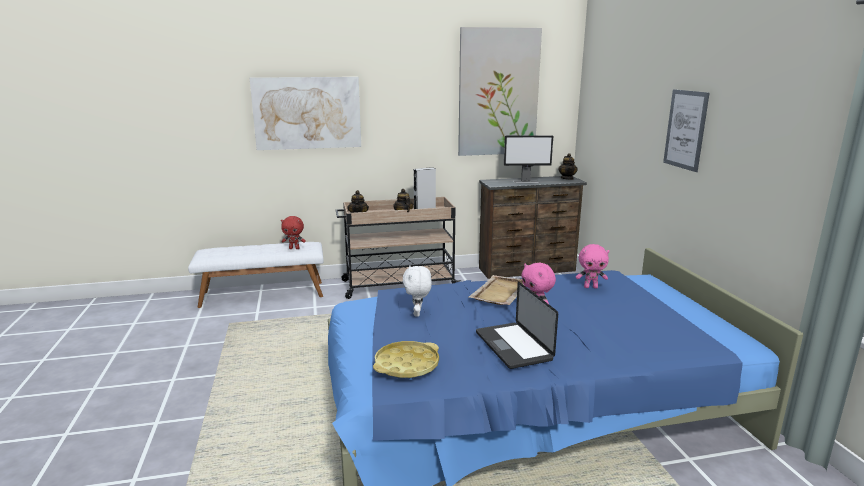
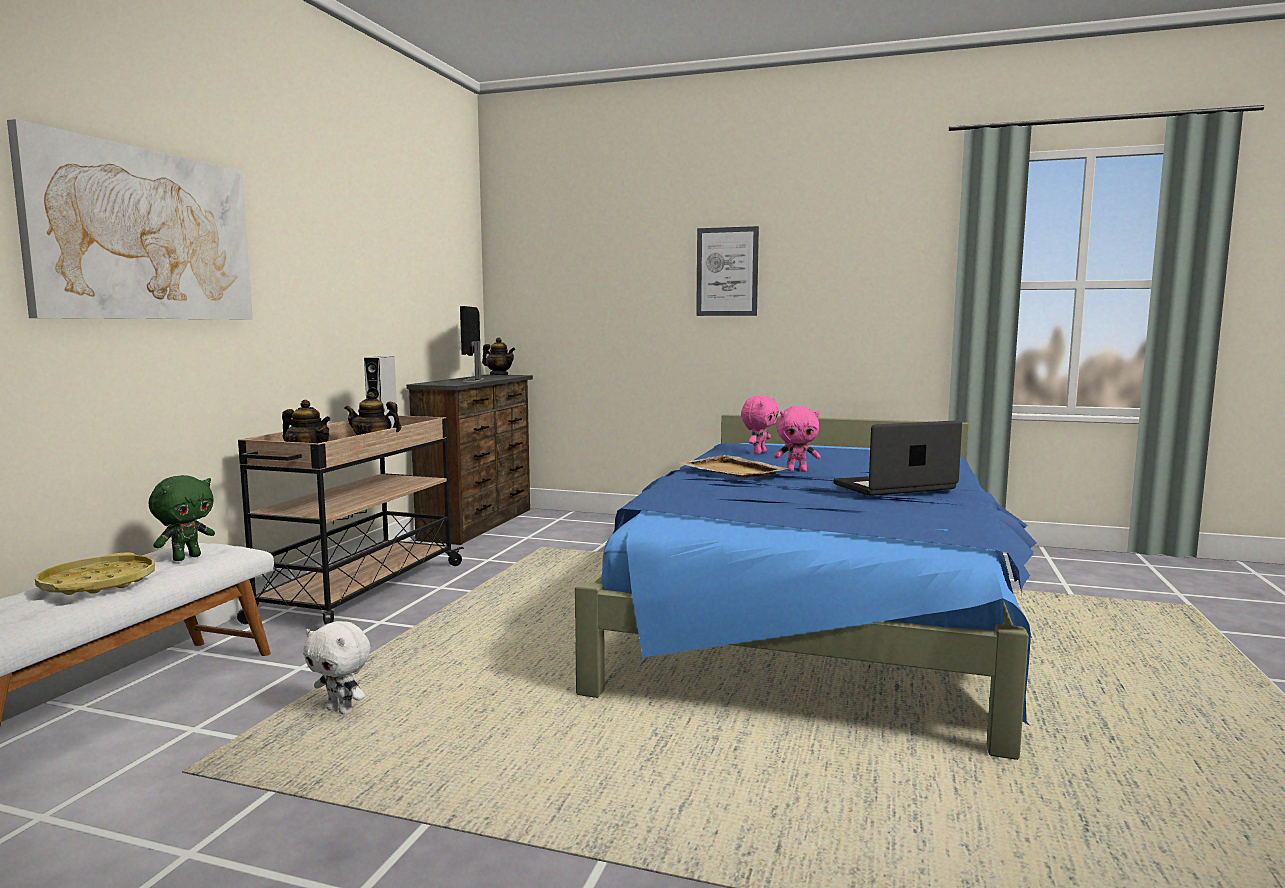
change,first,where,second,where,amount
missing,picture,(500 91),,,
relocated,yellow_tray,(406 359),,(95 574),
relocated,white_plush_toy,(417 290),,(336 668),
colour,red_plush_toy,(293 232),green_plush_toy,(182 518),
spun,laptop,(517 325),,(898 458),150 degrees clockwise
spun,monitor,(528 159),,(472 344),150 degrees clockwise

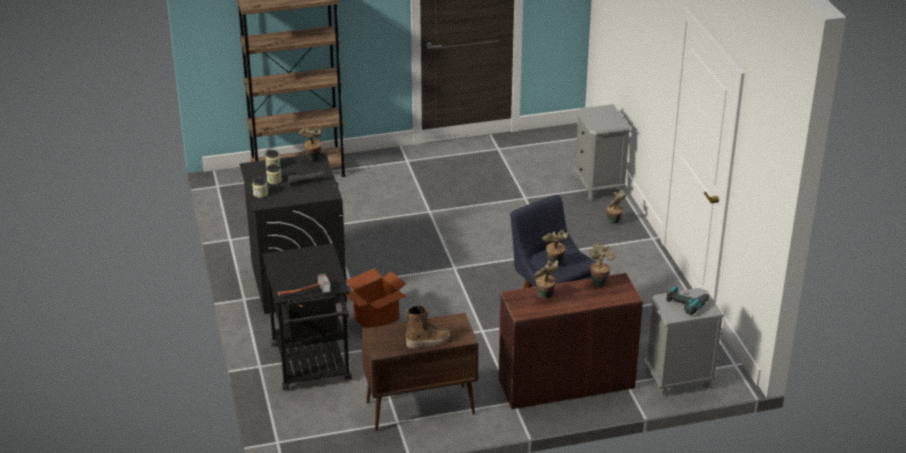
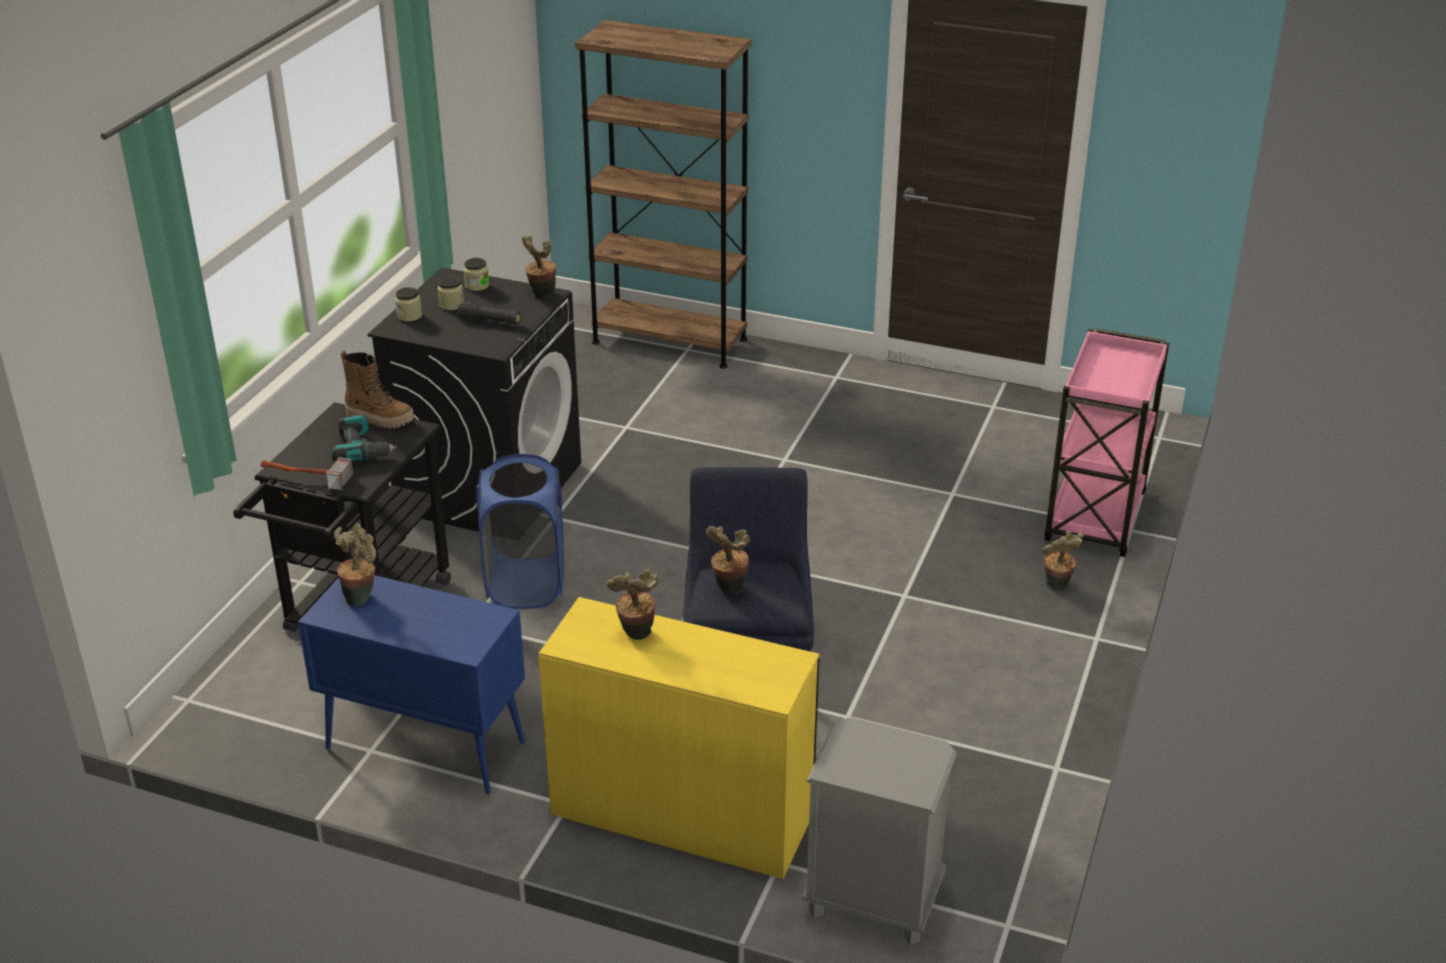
change,first,where,second,where,amount
relocated,boot,(428 327),,(377 389),
relocated,potted_plant,(602 265),,(355 564),
relocated,power_drill,(688 300),,(364 438),
exchanged,cardboard_box,(376 298),blue_laundry_basket,(520 531),
exchanged,grey_nightstand,(601 152),pink_cart,(1106 442),
colour,brown_cabinet,(419 372),blue_cabinet,(411 684),
colour,brown_desk,(570 341),yellow_desk,(679 738),

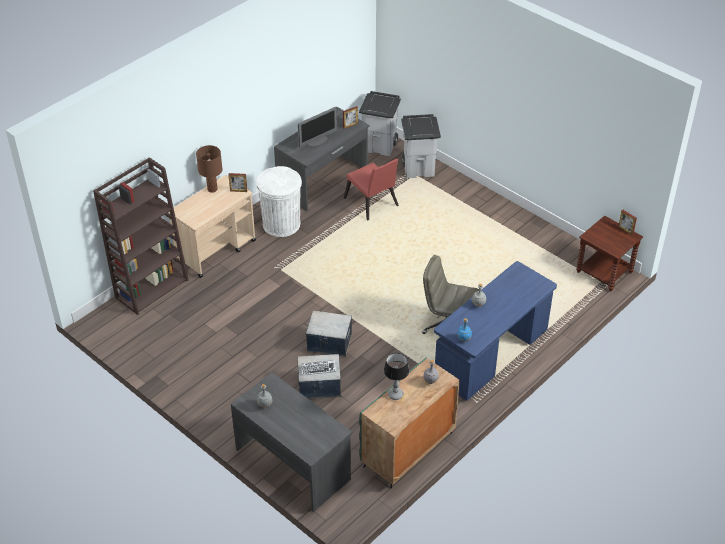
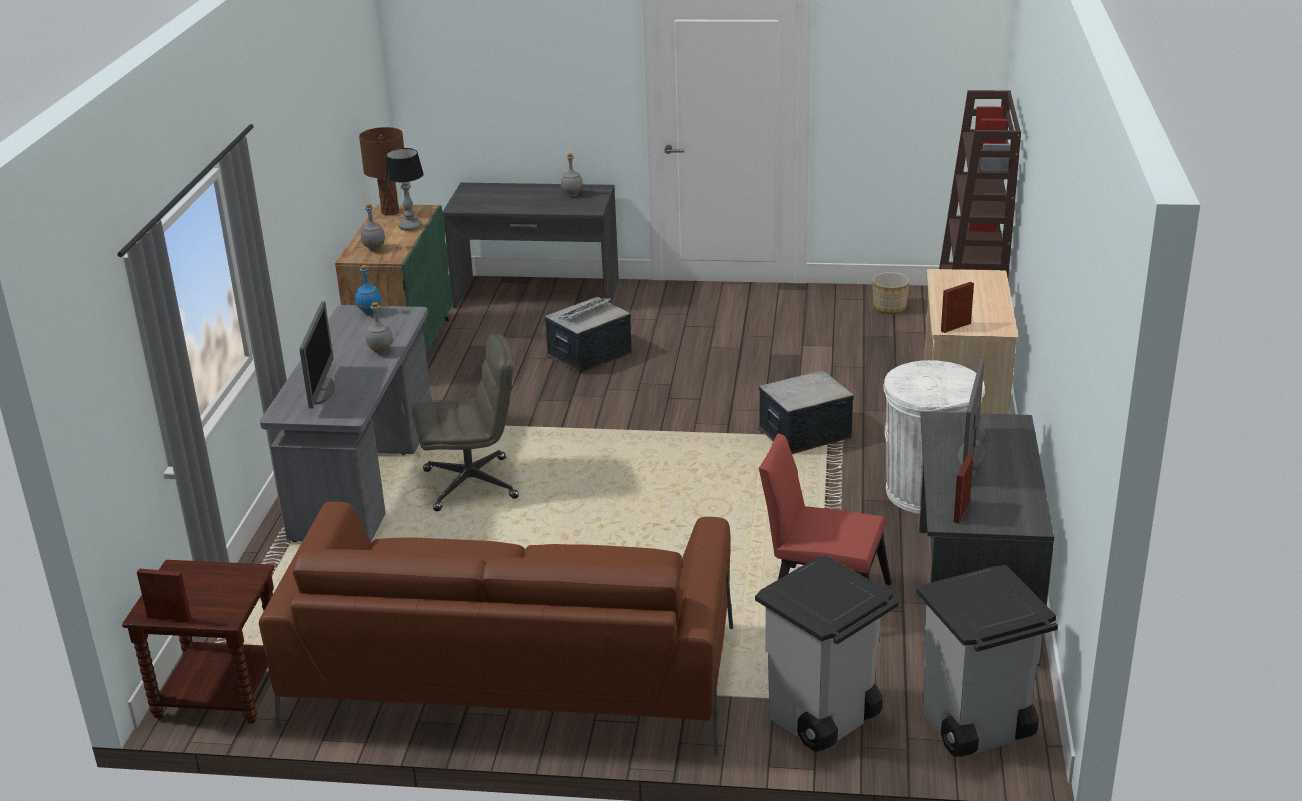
change,first,where,second,where,amount
appeared,,,brown_sofa,(496 629),
appeared,,,monitor,(317 354),
appeared,,,planter,(891 293),
relocated,brown_table_lamp,(209 169),,(381 171),
relocated,storage_box,(329 333),,(806 412),
colour,blue_desk,(495 331),grey_desk,(346 423),

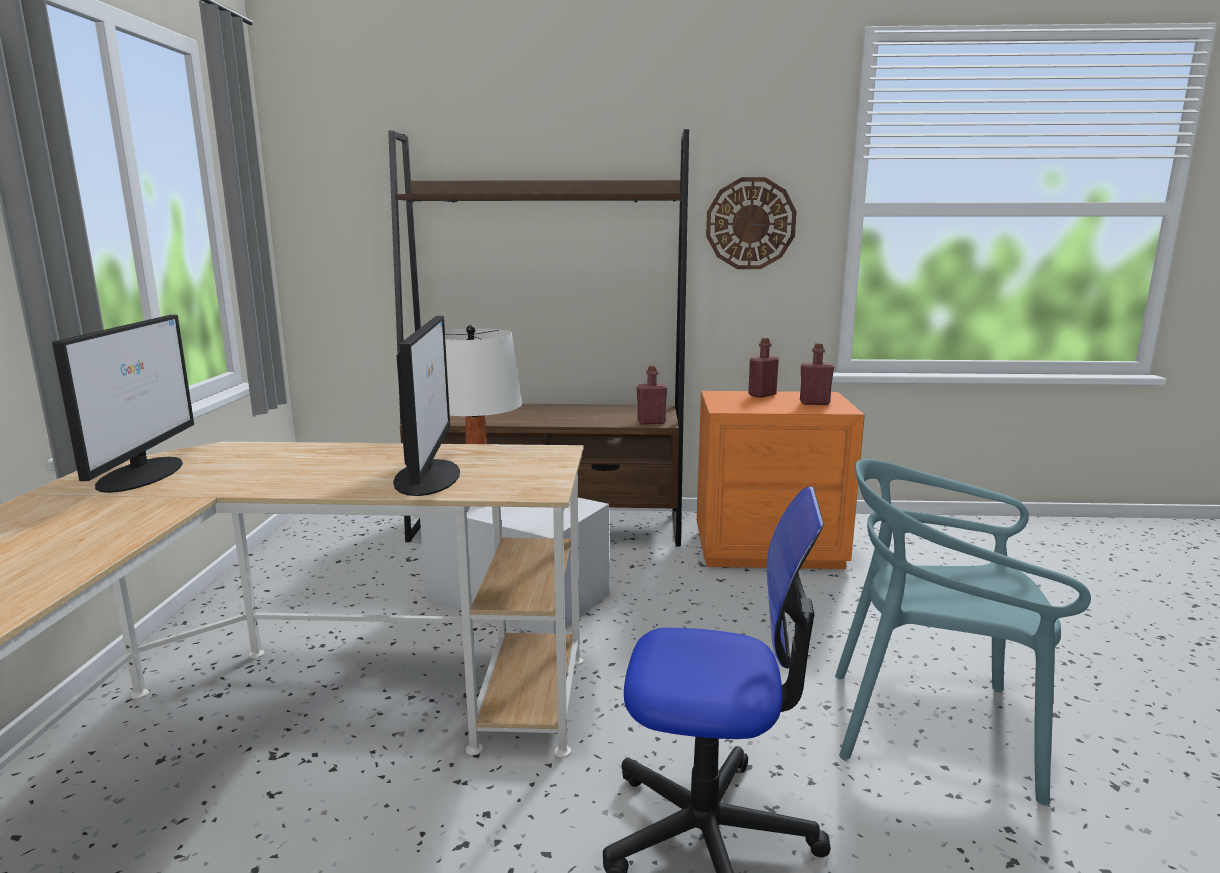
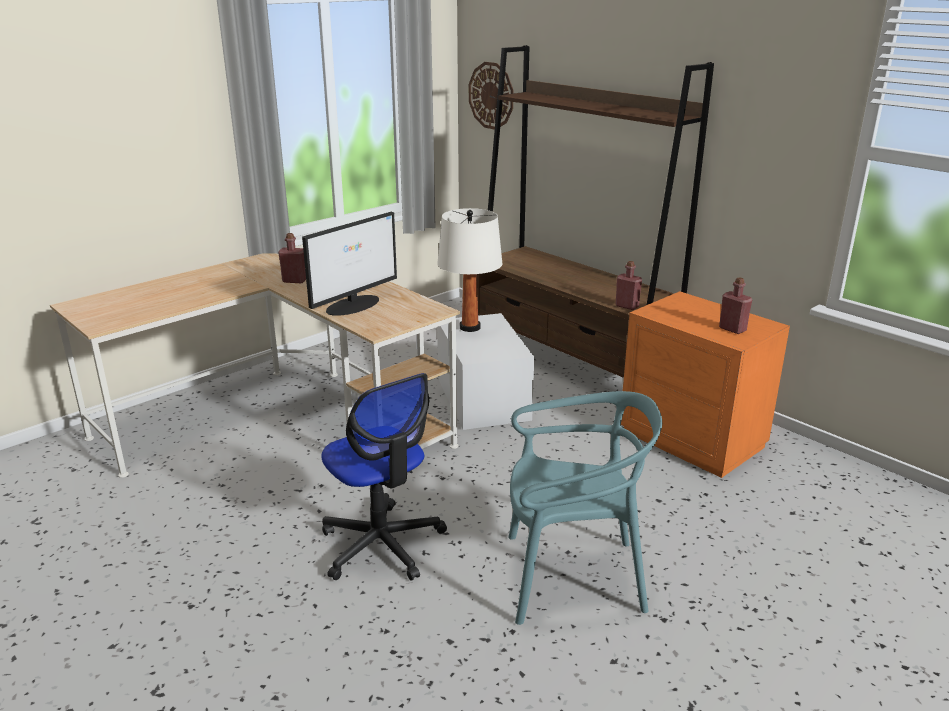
change,first,where,second,where,amount
missing,monitor,(123 404),,,
relocated,wall_clock,(751 223),,(491 96),
relocated,red_bottle,(763 368),,(292 258),
spun,turquoise_chair,(963 632),,(585 508),120 degrees clockwise

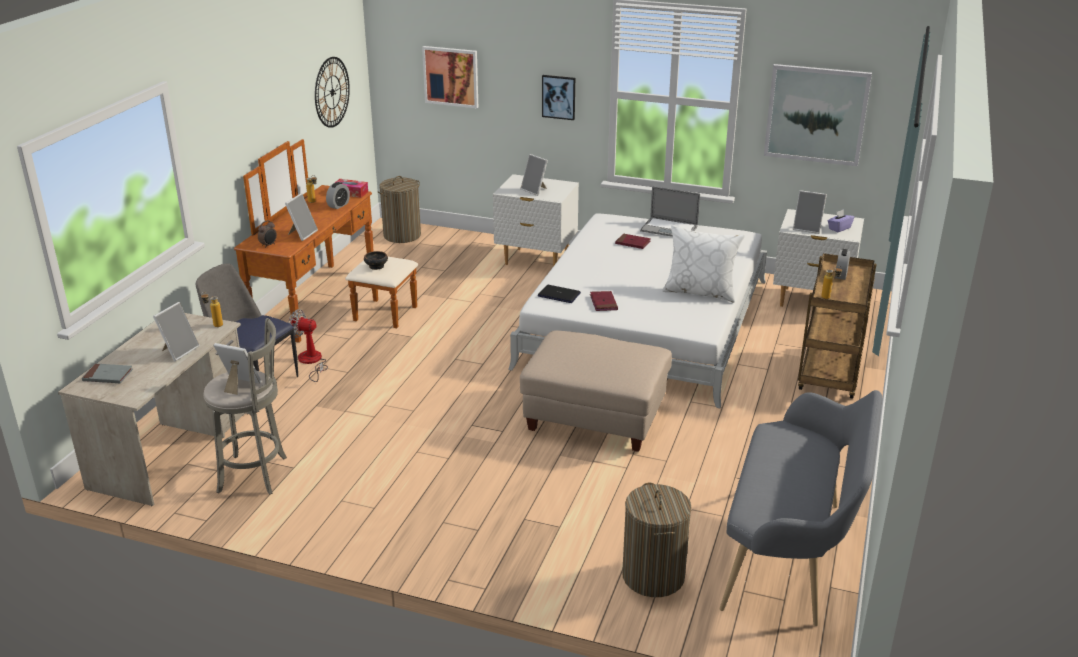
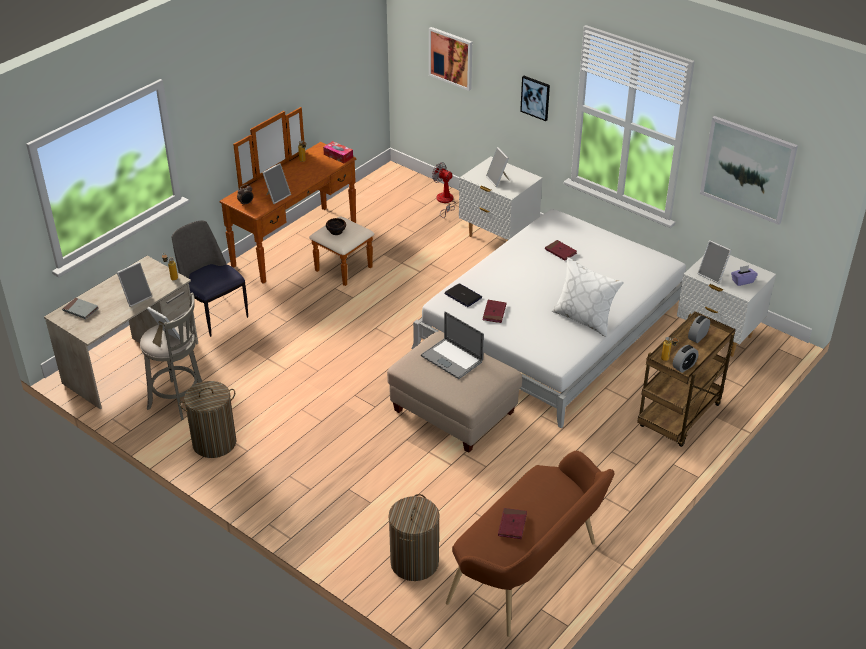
change,first,where,second,where,amount
missing,wall_clock,(332 92),,,
appeared,,,red_book,(512 523),
relocated,fan,(308 345),,(444 190),
relocated,alarm_clock,(338 195),,(686 359),
relocated,laundry_basket,(399 209),,(208 419),
relocated,laptop,(670 211),,(452 345),
colour,grey_bench,(801 508),brown_bench,(530 544),

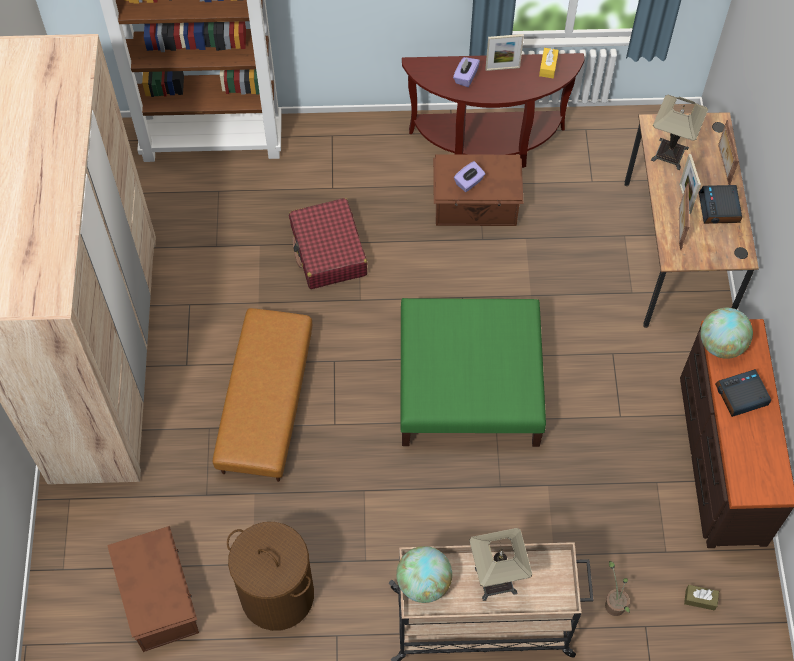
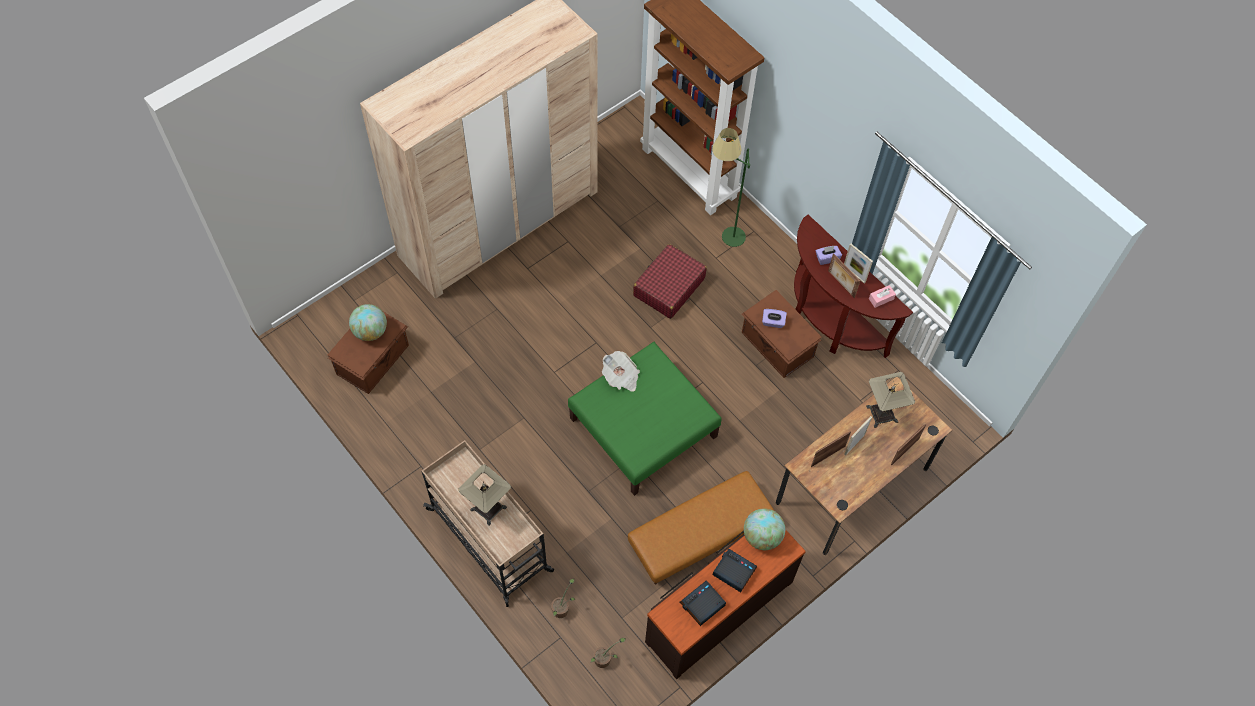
change,first,where,second,where,amount
missing,brown_laundry_basket,(270 576),,,
appeared,,,newspaper,(621 371),
appeared,,,green_floor_lamp,(731 187),
appeared,,,picture_frame,(844 275),
relocated,brown_ottoman,(262 395),,(701 527),
relocated,globe,(424 574),,(368 322),
relocated,alarm_clock,(720 204),,(703 603),
exchanged,brown_tissue_box,(701 598),potted_plant,(608 653),
colour,yellow_tissue_box,(549 63),pink_tissue_box,(882 296),

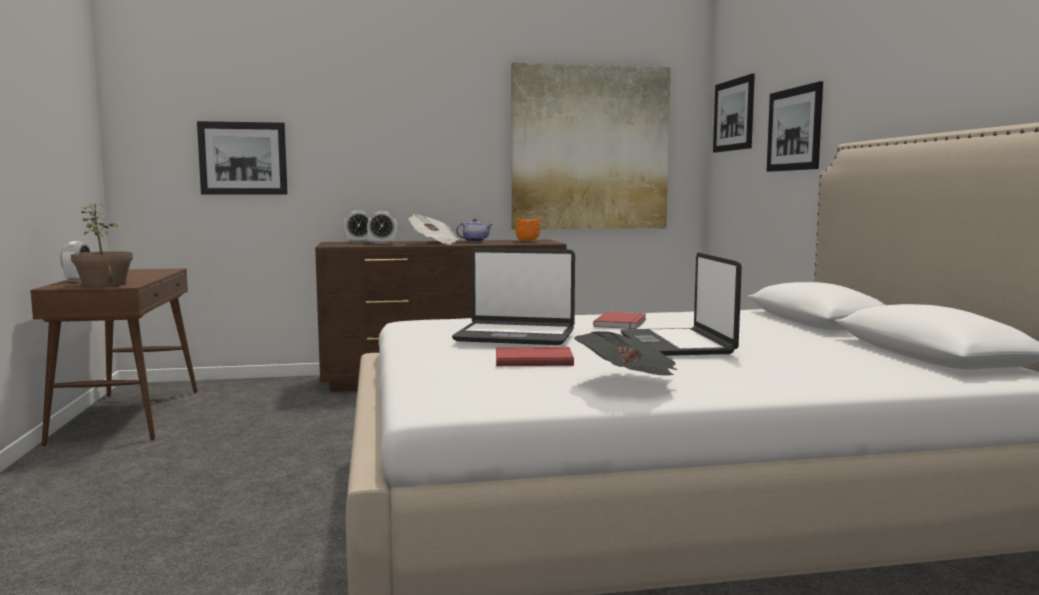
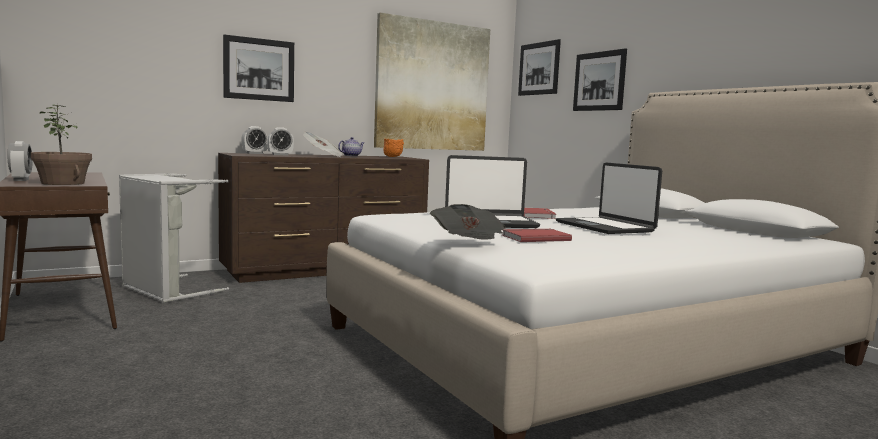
change,first,where,second,where,amount
appeared,,,grey_laundry_basket,(174 238),
relocated,picture,(242 157),,(258 68),
relocated,newspaper,(625 353),,(467 222),

